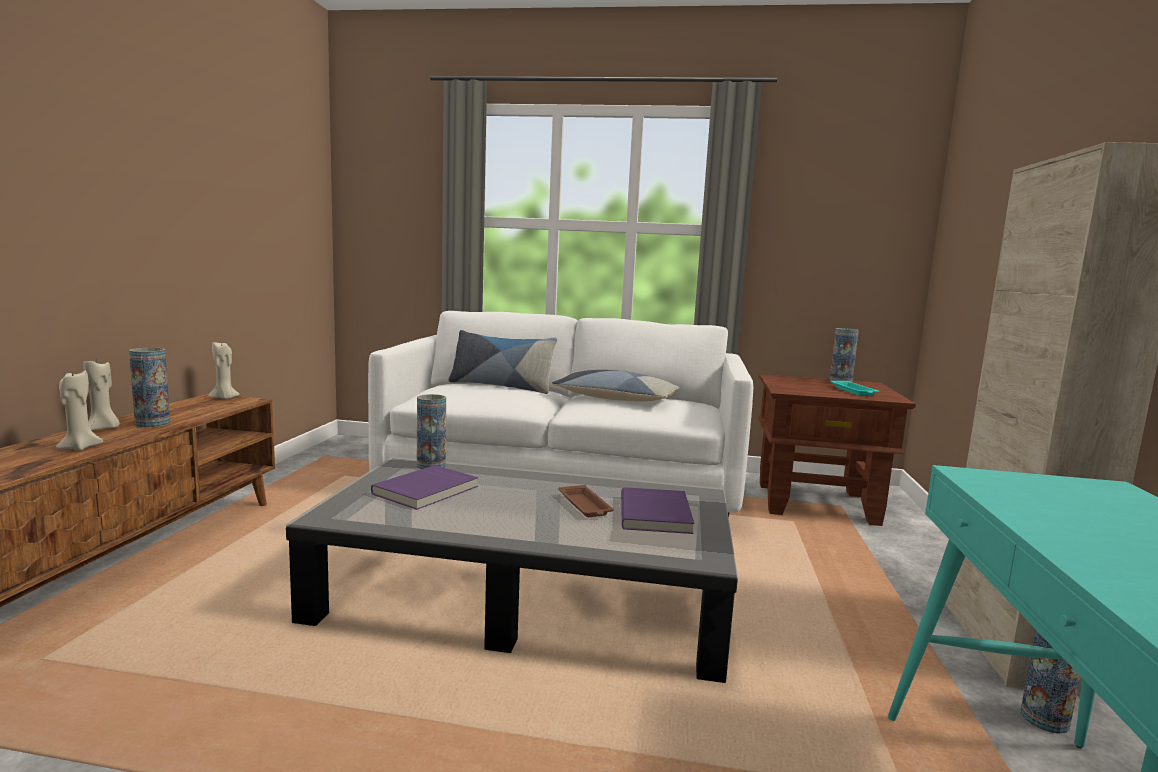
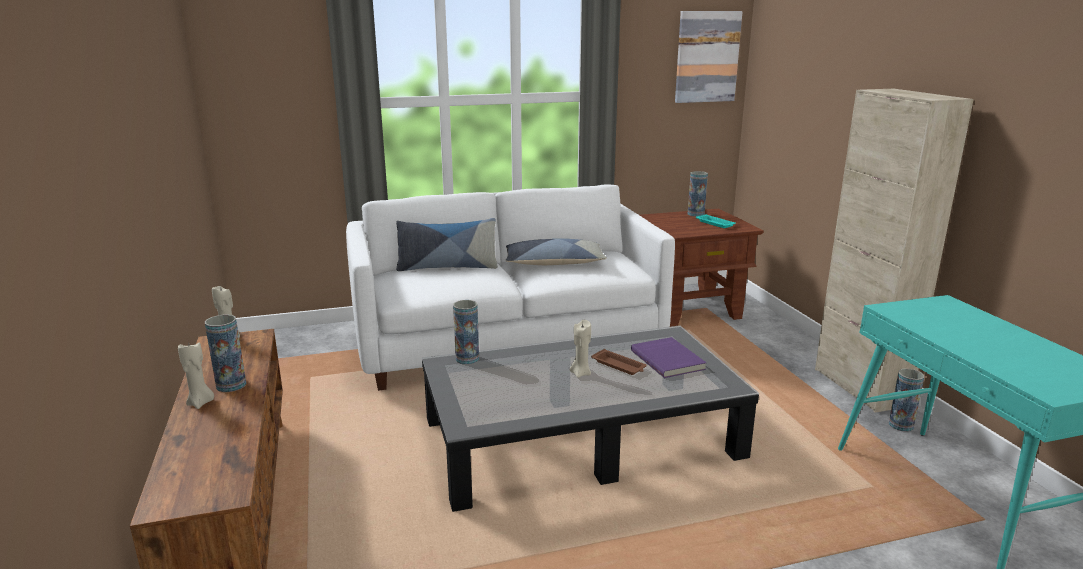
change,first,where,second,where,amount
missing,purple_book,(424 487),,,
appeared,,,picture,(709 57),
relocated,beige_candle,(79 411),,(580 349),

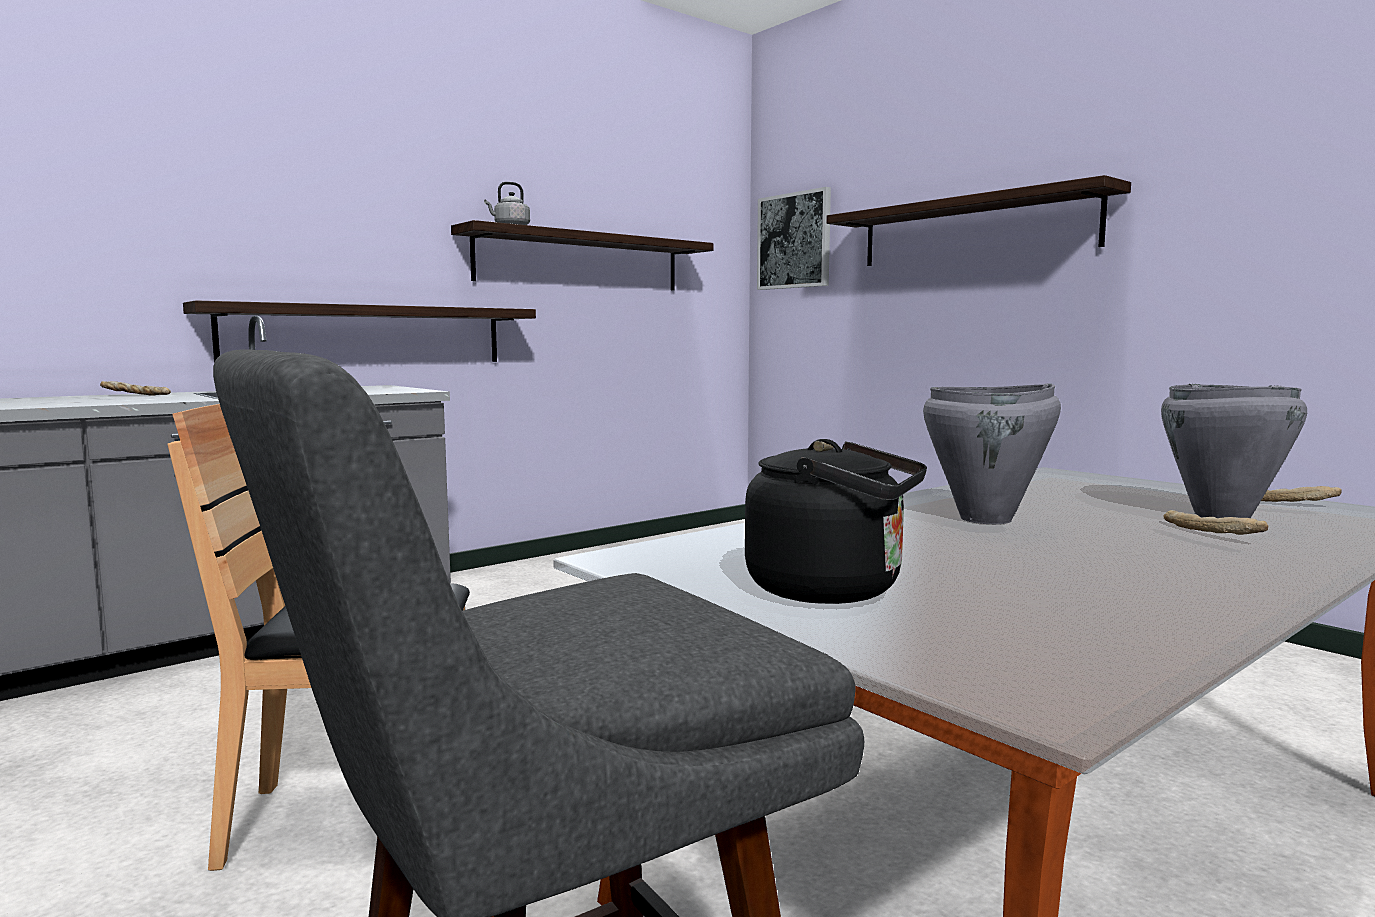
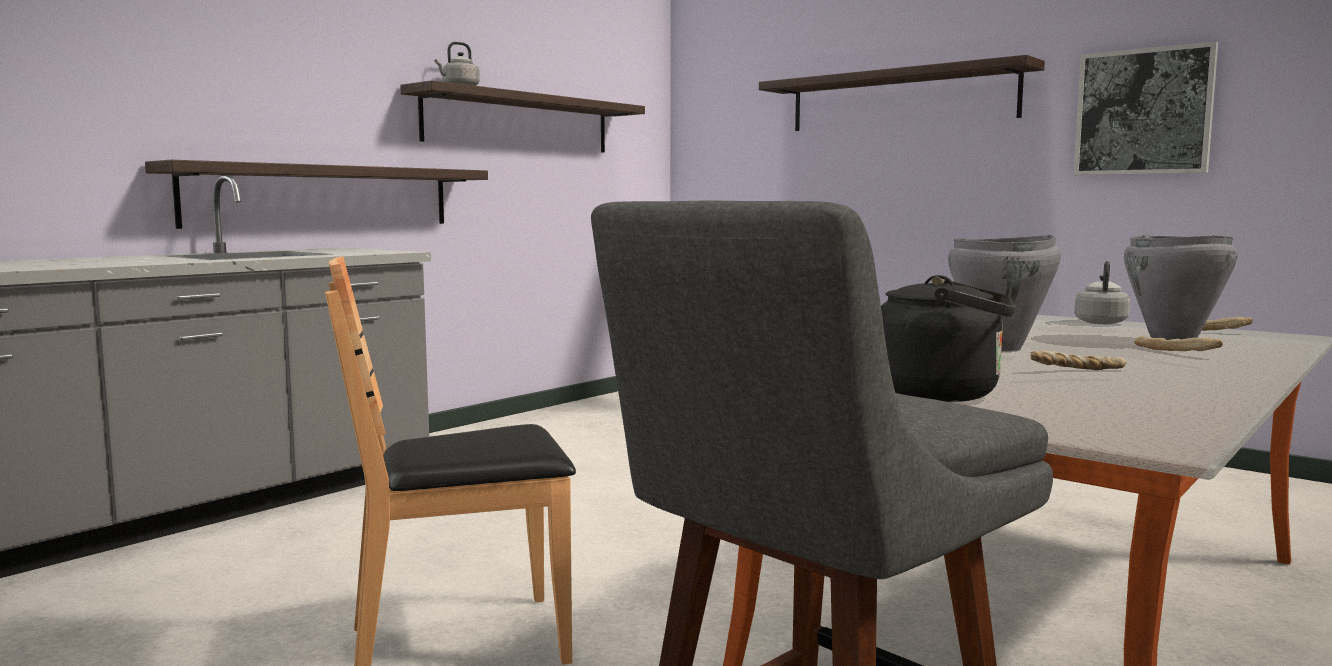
change,first,where,second,where,amount
appeared,,,grey_kettle,(1102 292),
relocated,bread,(135 388),,(1078 360),
relocated,picture,(794 238),,(1146 108),

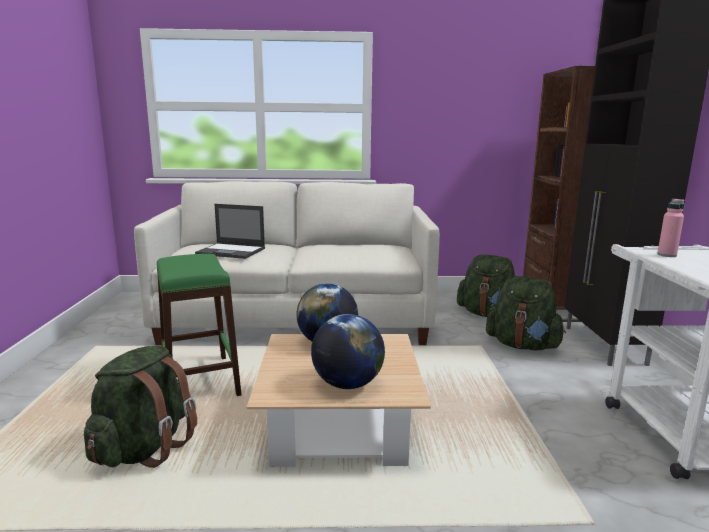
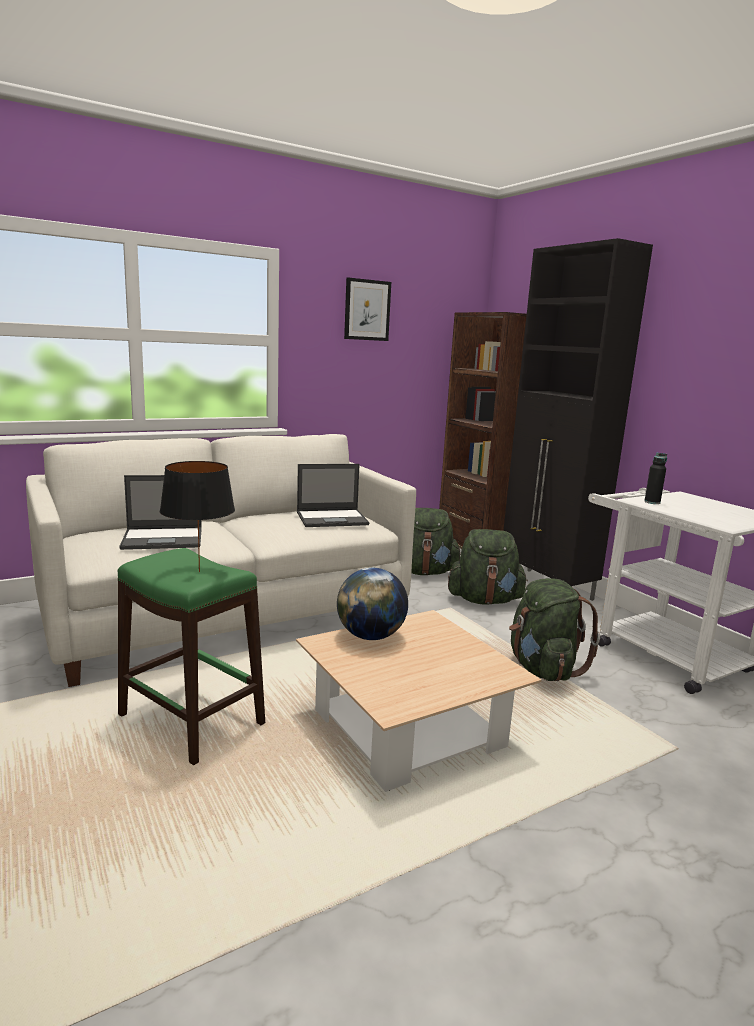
change,first,where,second,where,amount
missing,globe,(348 351),,,
appeared,,,black_table_lamp,(197 516),
appeared,,,laptop,(333 495),
appeared,,,picture,(367 309),
relocated,green_backpack,(140 407),,(554 629),
colour,pink_bottle,(671 227),black_bottle,(655 478),

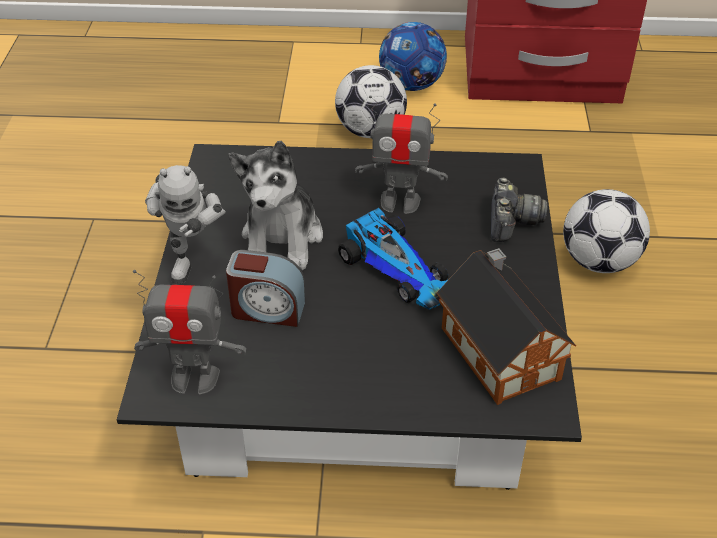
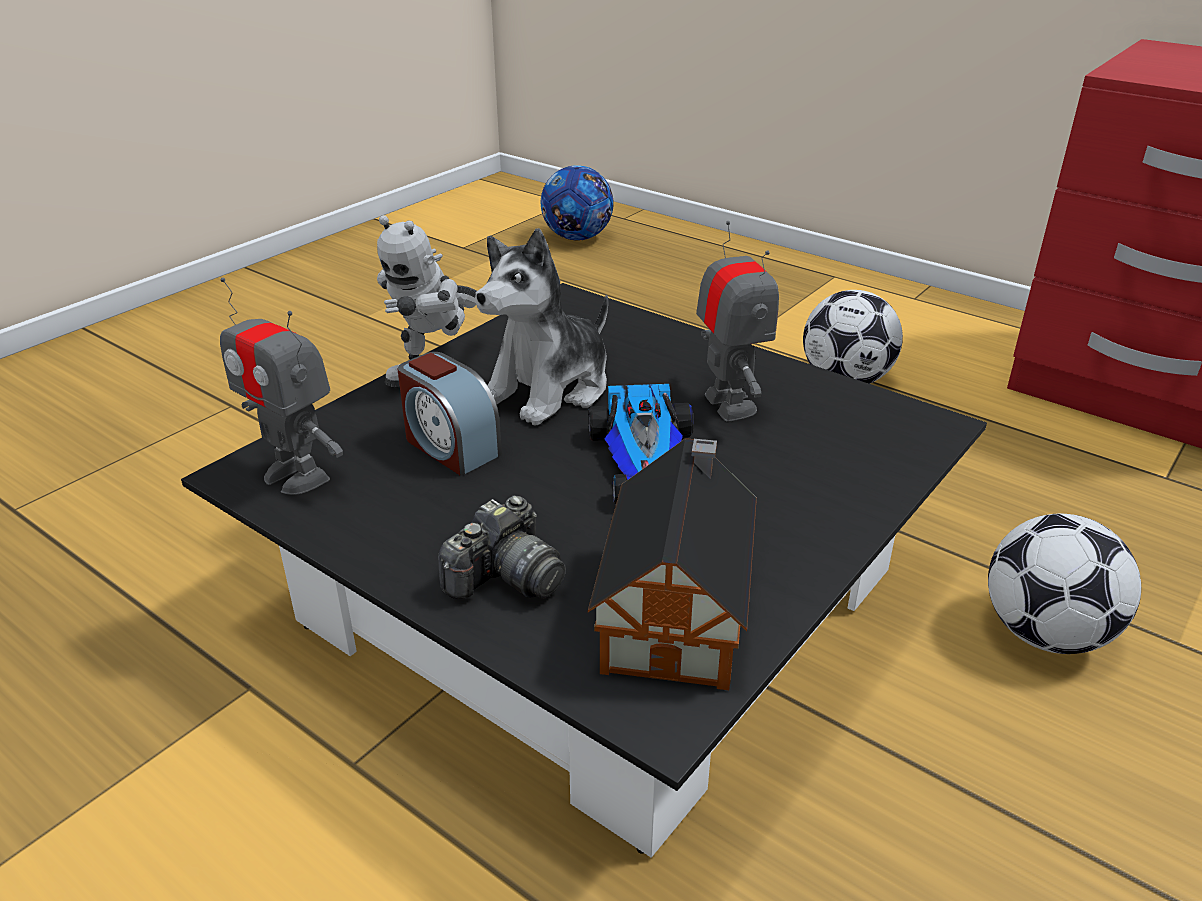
change,first,where,second,where,amount
relocated,football,(413 56),,(577 203),
relocated,photo_camera,(519 209),,(502 547),
spun,toy_robot,(401 154),,(737 321),150 degrees counterclockwise

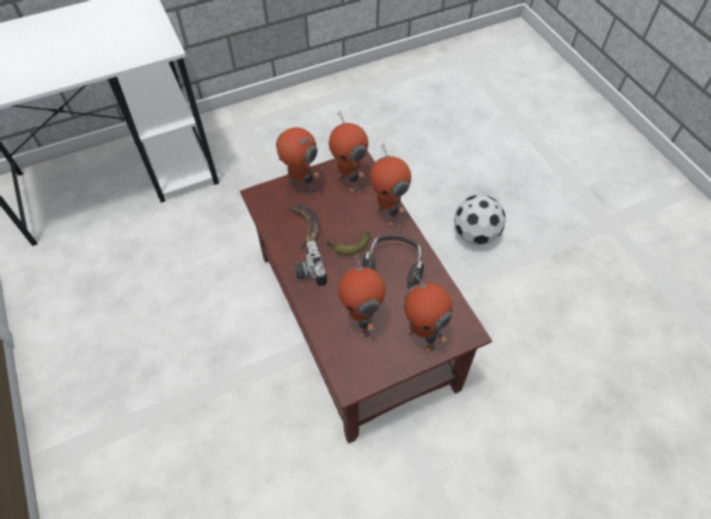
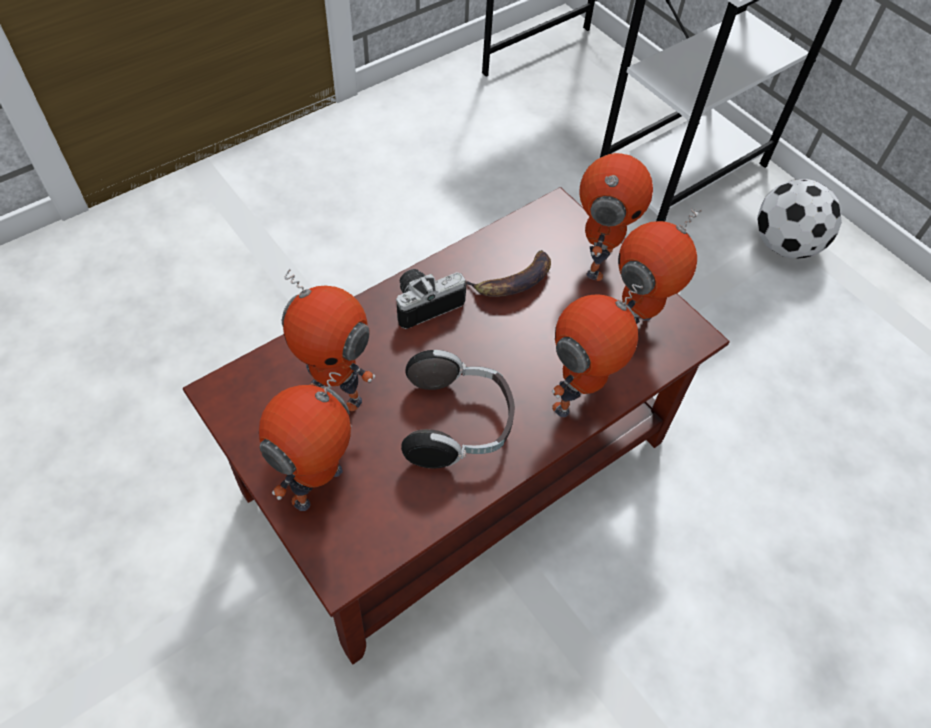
change,first,where,second,where,amount
missing,banana,(348 243),,,
relocated,football,(480 220),,(799 219),
spun,toy_robot,(362 295),,(328 340),120 degrees counterclockwise

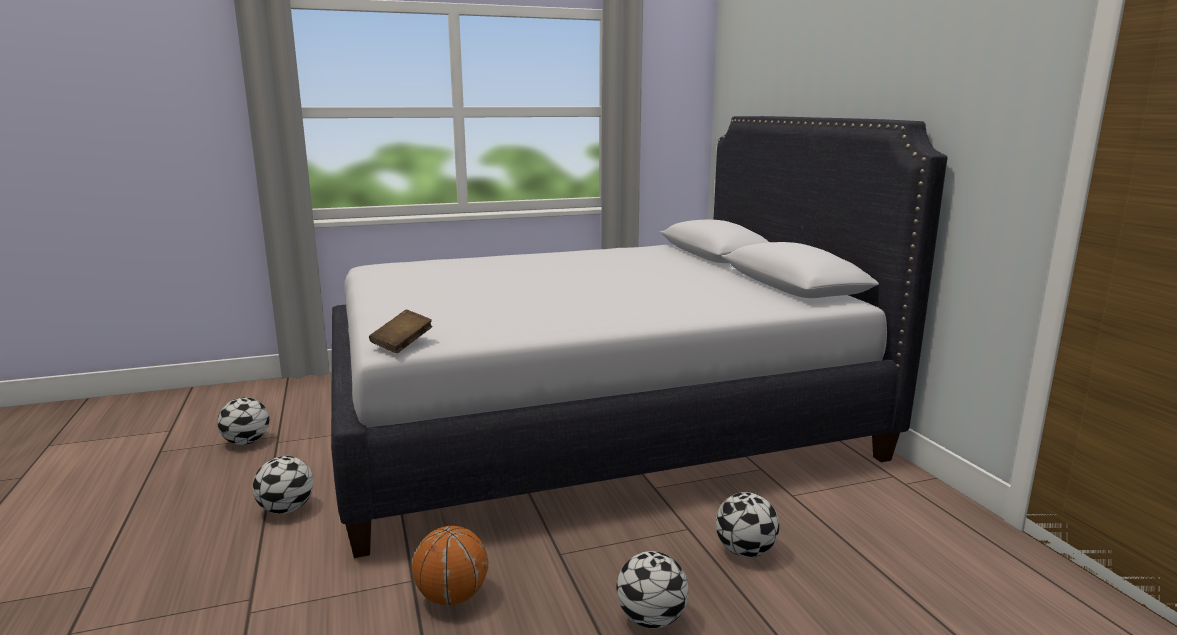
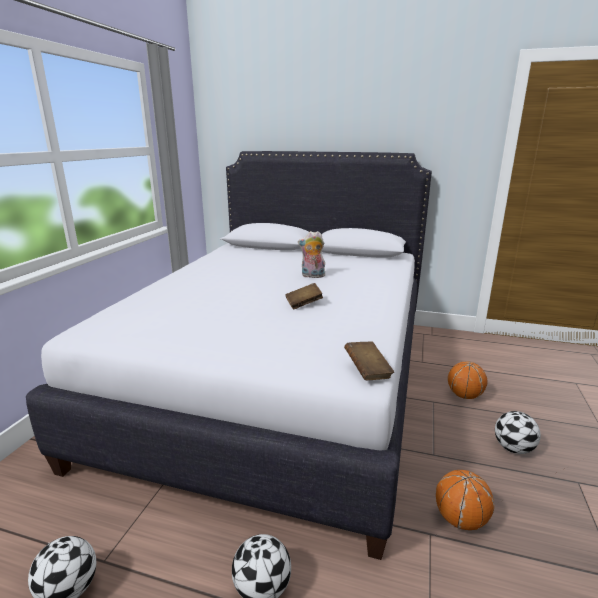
change,first,where,second,where,amount
appeared,,,brown_book,(304 296),
appeared,,,plush_toy,(311 254),
exchanged,football,(747 524),basketball,(468 380),

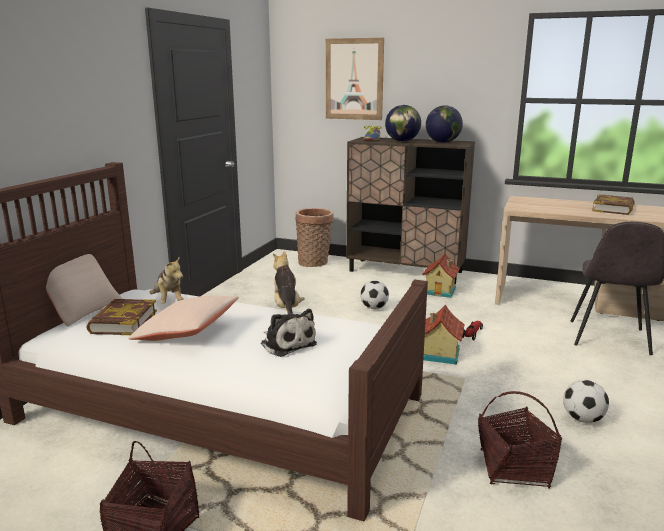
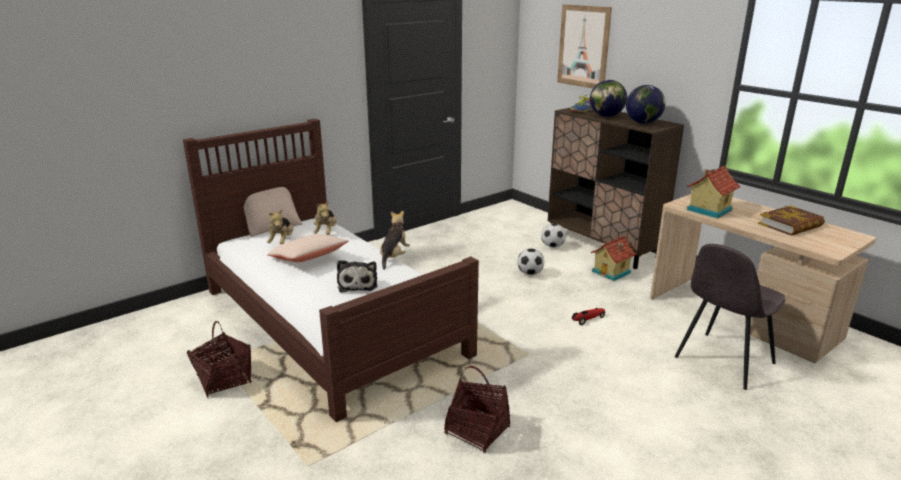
change,first,where,second,where,amount
missing,basket,(315 237),,,
relocated,toy_house,(444 334),,(714 191),
relocated,football,(586 401),,(553 235),
exchanged,book,(121 317),plush_toy,(280 226),

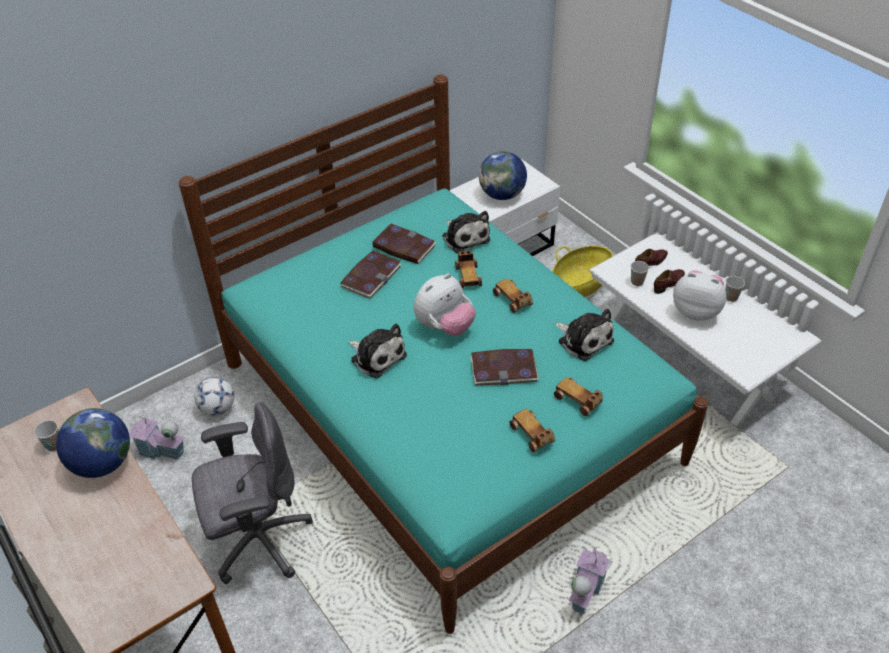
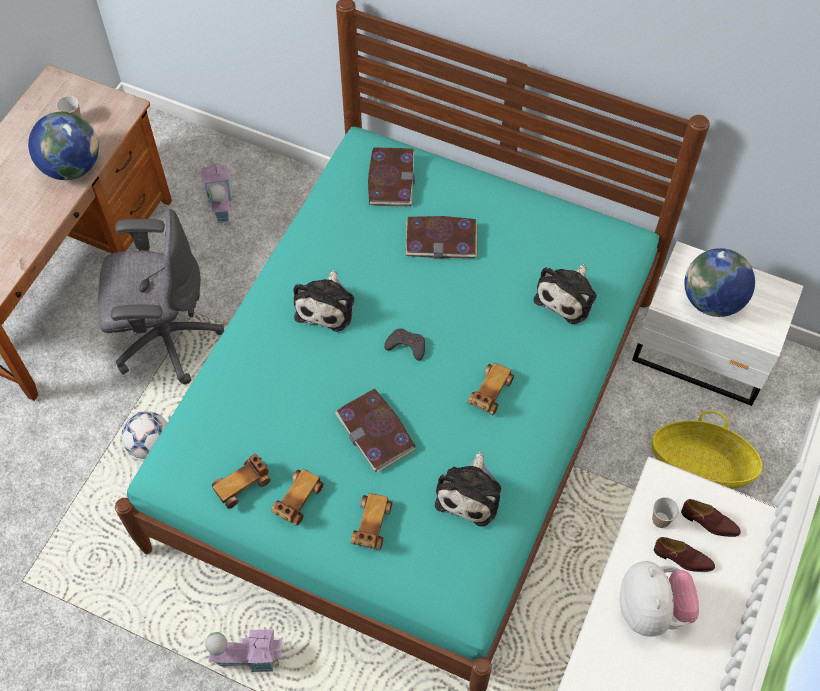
change,first,where,second,where,amount
missing,cup,(735 289),,,
relocated,football,(214 396),,(144 435),
relocated,book,(404 244),,(391 177),
relocated,toy_car,(468 269),,(241 481),
exchanged,plush_toy,(445 304),grey_game_controller,(404 345),
spun,grey_office_chair,(252 493),,(161 296),45 degrees counterclockwise

